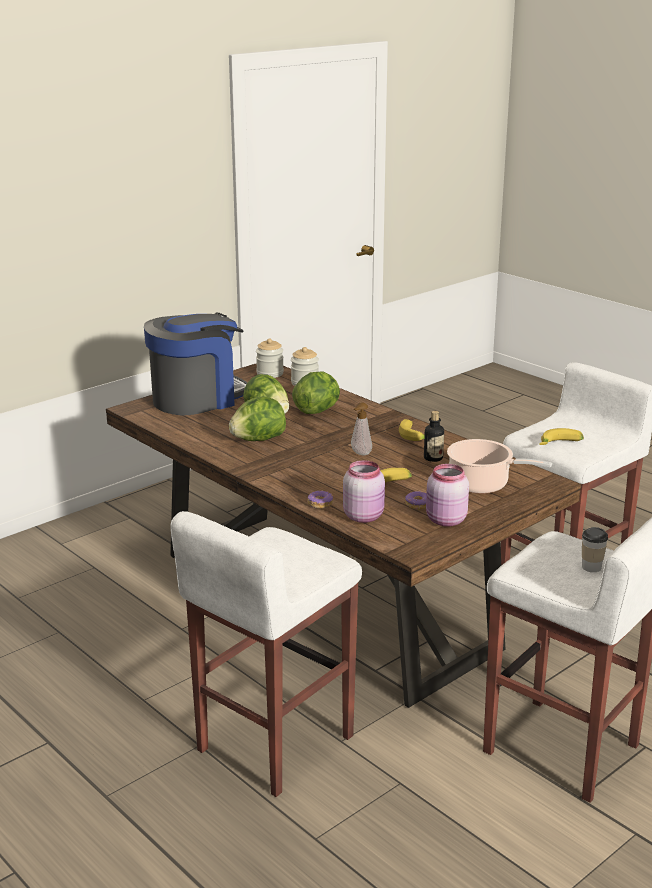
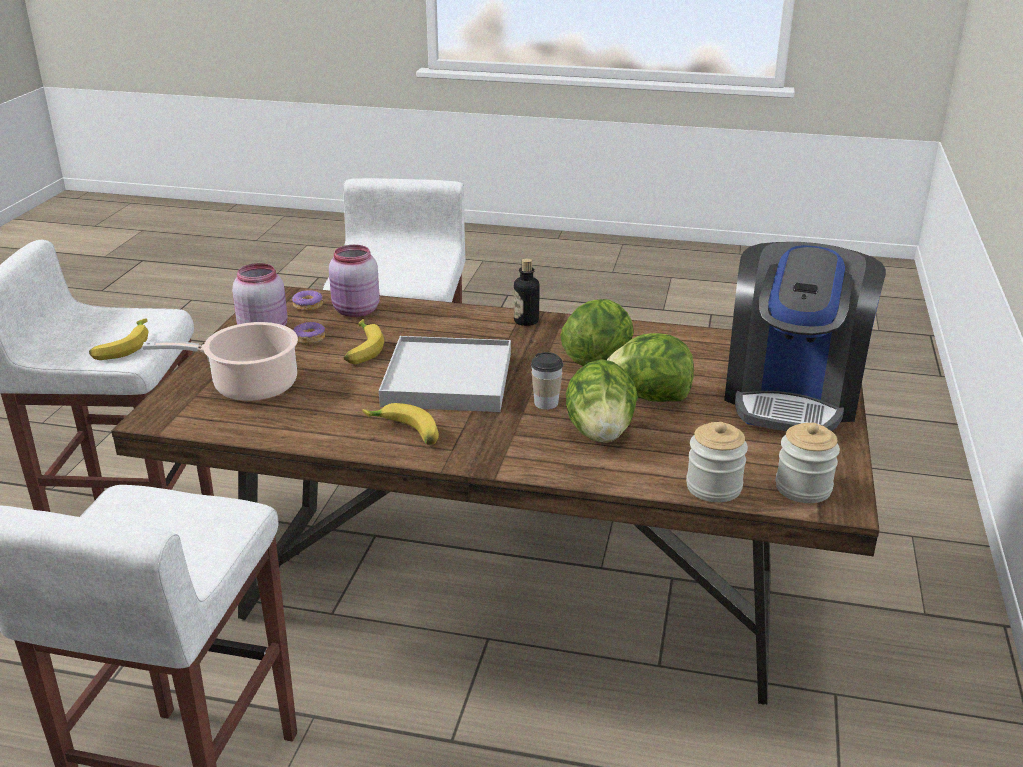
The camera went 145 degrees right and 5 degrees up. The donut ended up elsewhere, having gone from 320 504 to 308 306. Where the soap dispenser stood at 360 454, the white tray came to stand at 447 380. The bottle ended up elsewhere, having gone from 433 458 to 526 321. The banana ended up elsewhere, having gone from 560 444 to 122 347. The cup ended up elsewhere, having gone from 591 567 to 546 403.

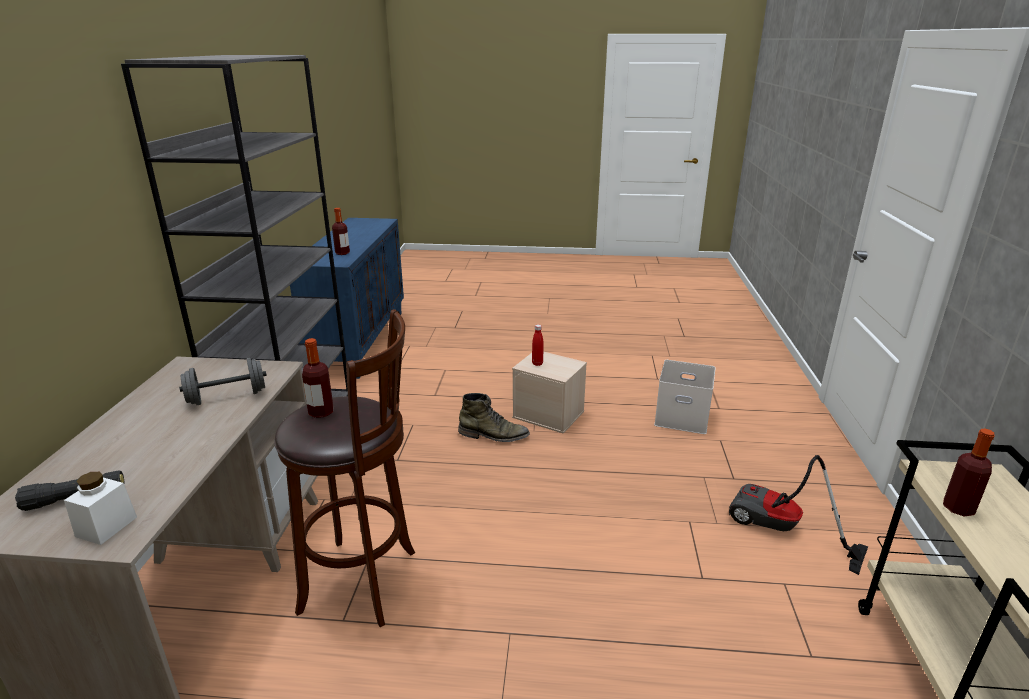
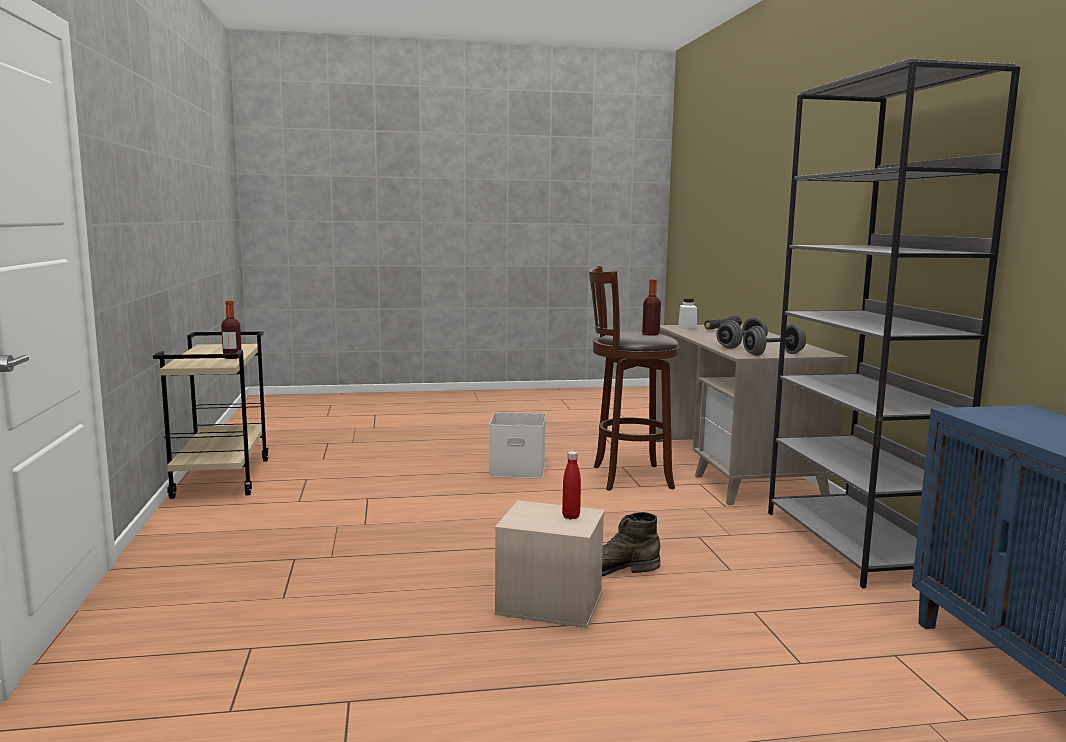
The camera went 165 degrees right and 15 degrees down. The second view lost the bottle at 342 253. The white storage box ended up elsewhere, having gone from 683 417 to 516 470. The second view lost the vacuum cleaner at 780 531. The second view gained the grey dumbbell at 773 354.

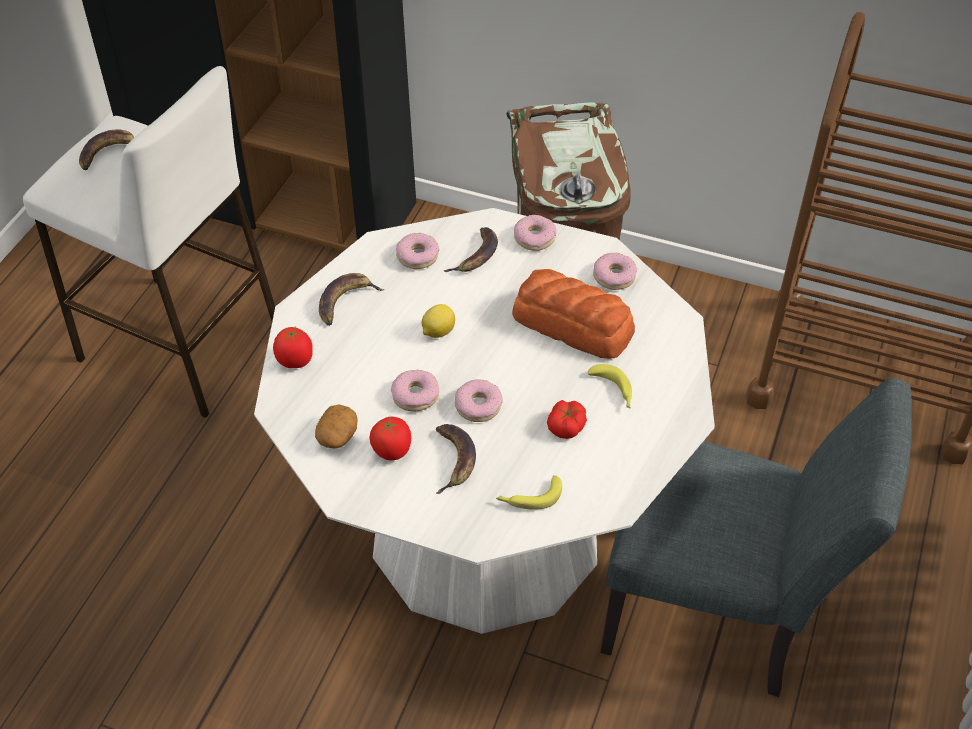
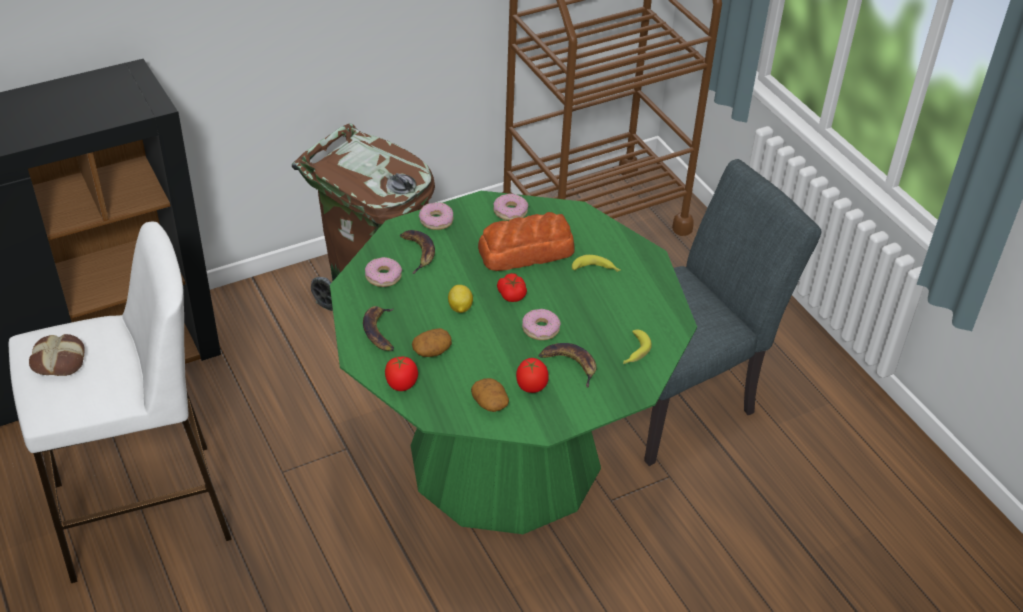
The camera went 50 degrees left and 5 degrees down. Where the banana stood at 109 153, the bread came to stand at 59 360. What was the white dining table at 485 531 turned into the green dining table at 505 457. The second view lost the donut at 415 395. The tomato ended up elsewhere, having gone from 566 426 to 512 294. The second view gained the potato at 432 351.

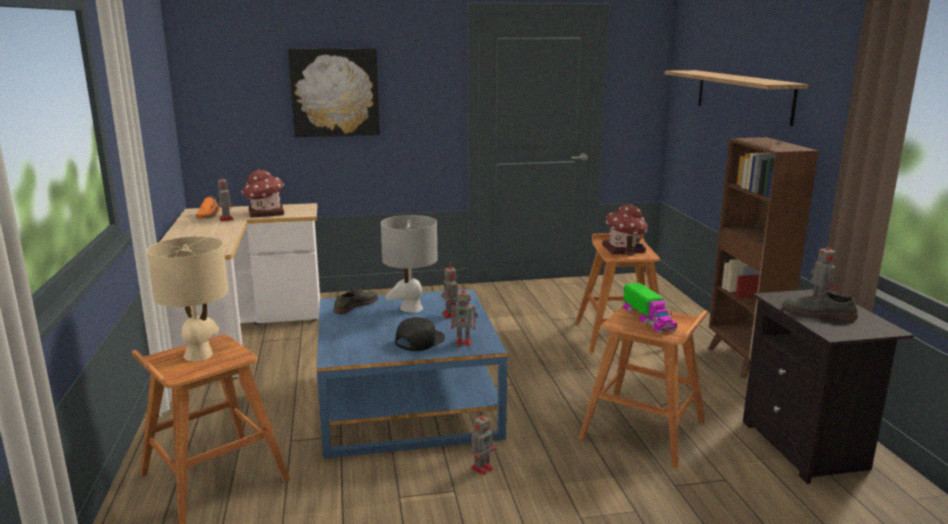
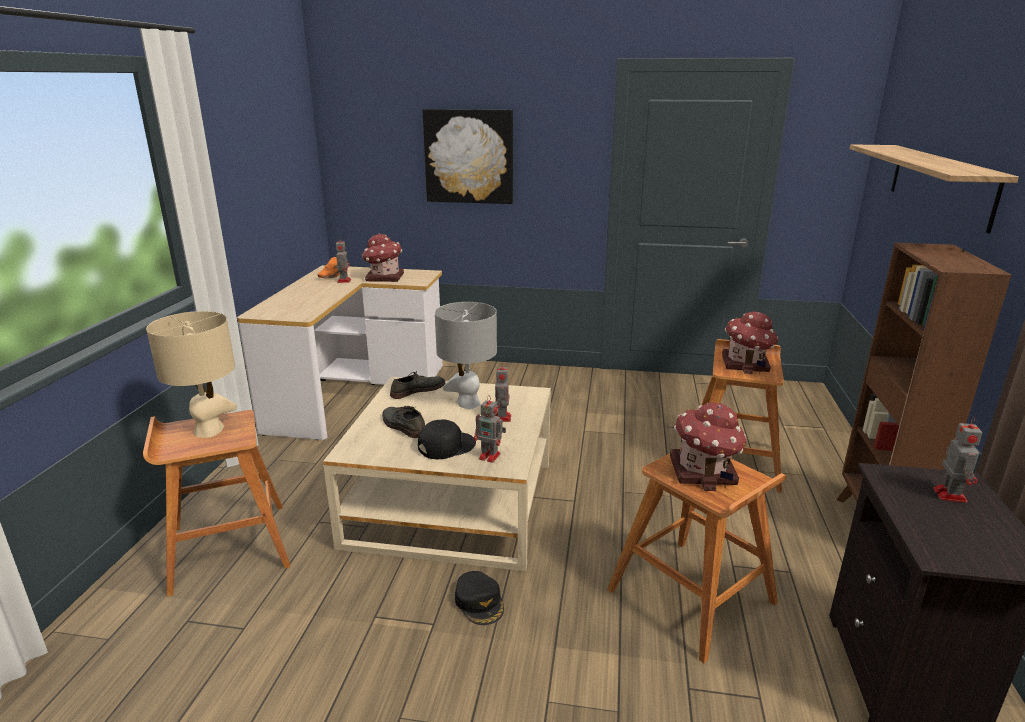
The camera went 20 degrees right and 5 degrees up. What was the blue coffee table at 407 404 turned into the beige coffee table at 452 503. Where the toy robot stood at 482 468, the black cap came to stand at 480 602. Where the toy truck stood at 648 319, the toy house came to stand at 704 471. The grey shoe ended up elsewhere, having gone from 818 313 to 402 425.

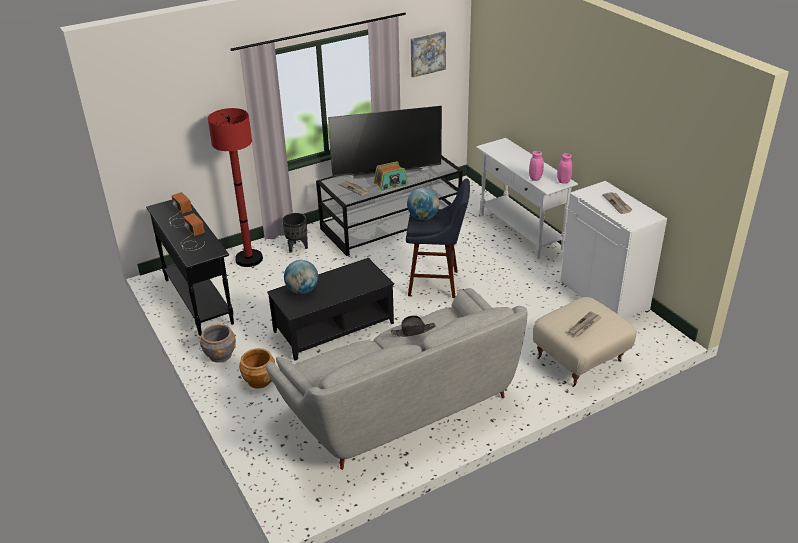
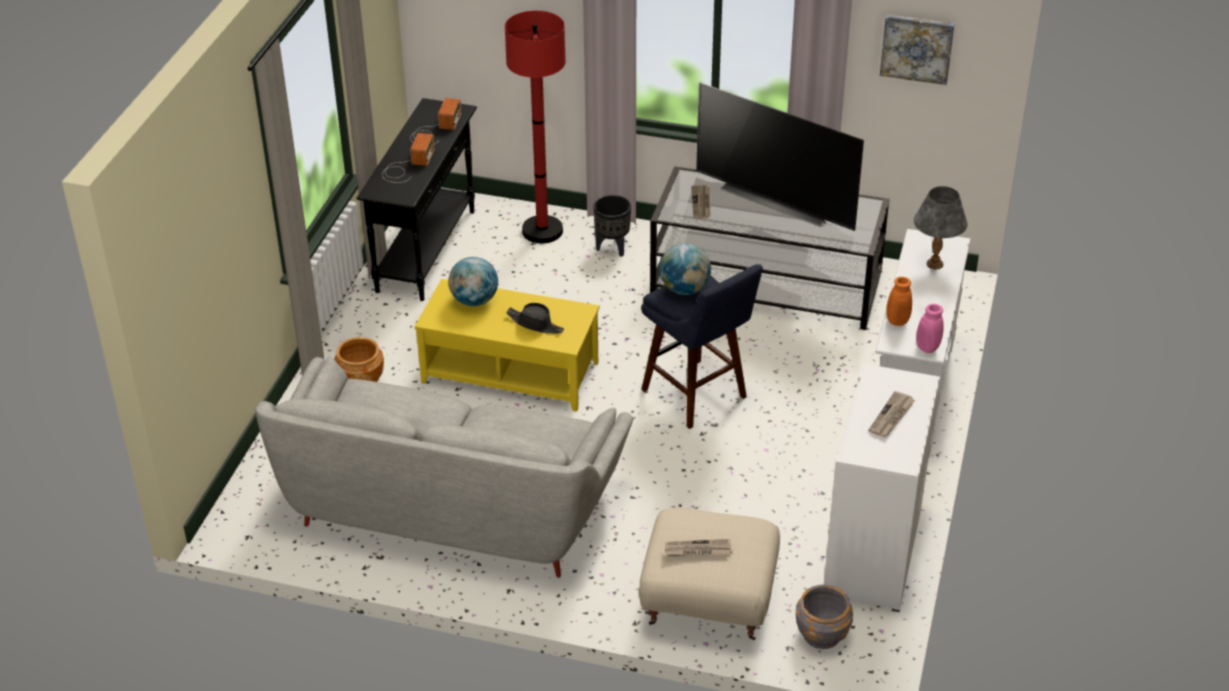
The camera went 45 degrees right and 5 degrees up. The grey planter ended up elsewhere, having gone from 220 355 to 821 634. What was the black coffee table at 334 328 turned into the yellow coffee table at 509 374. The second view lost the radio at 391 184. The black hat ended up elsewhere, having gone from 413 331 to 535 324. What was the pink vase at 535 179 turned into the orange vase at 896 322. The second view gained the grey table lamp at 934 264.

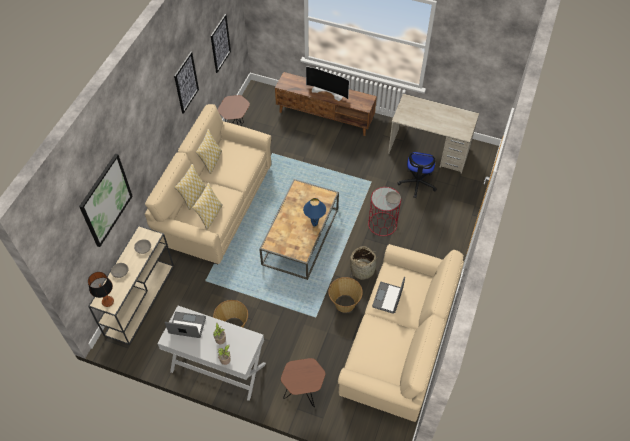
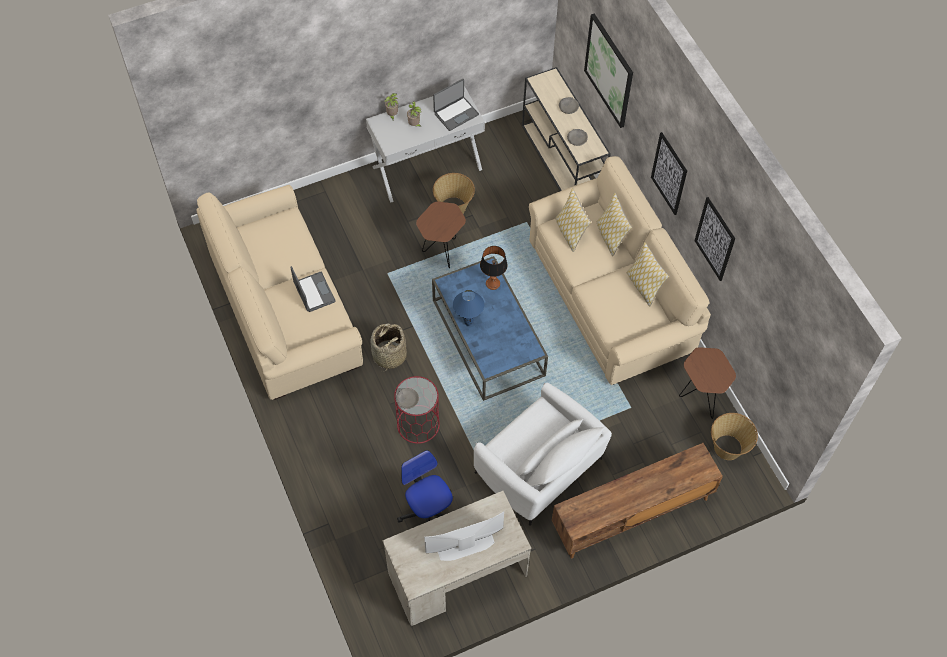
The camera went 135 degrees right and 5 degrees up. The table lamp ended up elsewhere, having gone from 107 301 to 493 283. The picture ended up elsewhere, having gone from 220 43 to 669 173. What was the brown coffee table at 300 236 turned into the blue coffee table at 488 337. The brown side table ended up elsewhere, having gone from 303 395 to 441 253. The television ended up elsewhere, having gone from 328 92 to 465 547. The basket ended up elsewhere, having gone from 344 303 to 728 447. The second view gained the white armchair at 539 468.

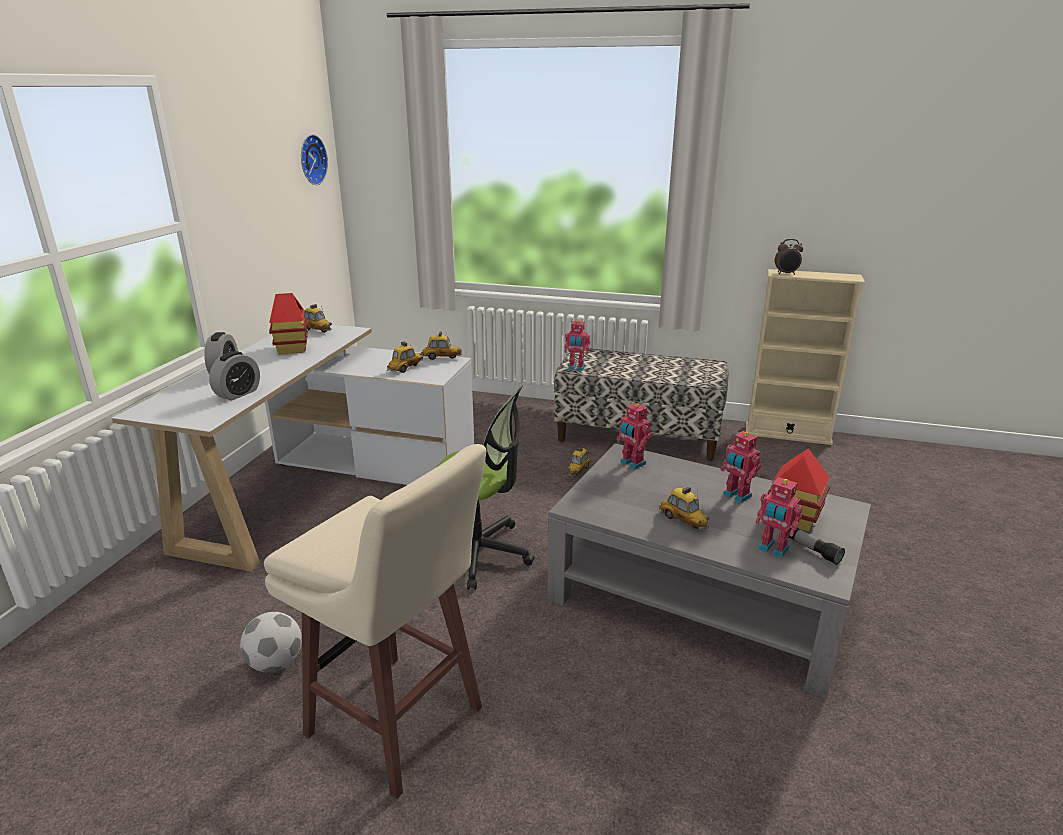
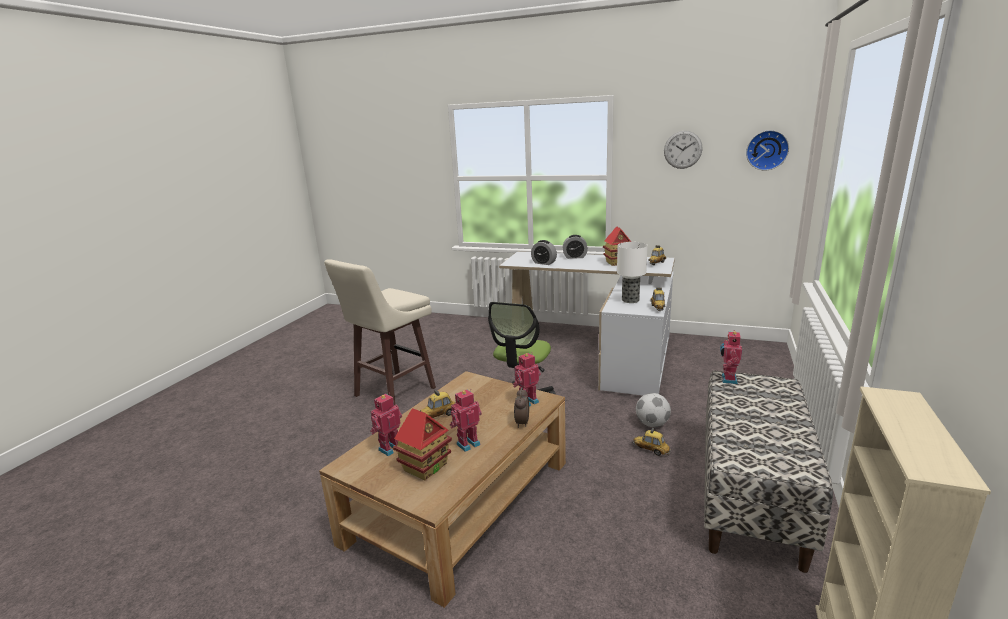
The camera went 95 degrees right and 5 degrees down. The football ended up elsewhere, having gone from 275 663 to 652 424. Where the toy car stood at 406 368, the table lamp came to stand at 630 300. What was the grey coffee table at 701 595 turned into the brown coffee table at 459 501. The alarm clock ended up elsewhere, having gone from 786 274 to 521 423. The second view lost the flashlight at 813 551. The second view gained the wall clock at 682 149.

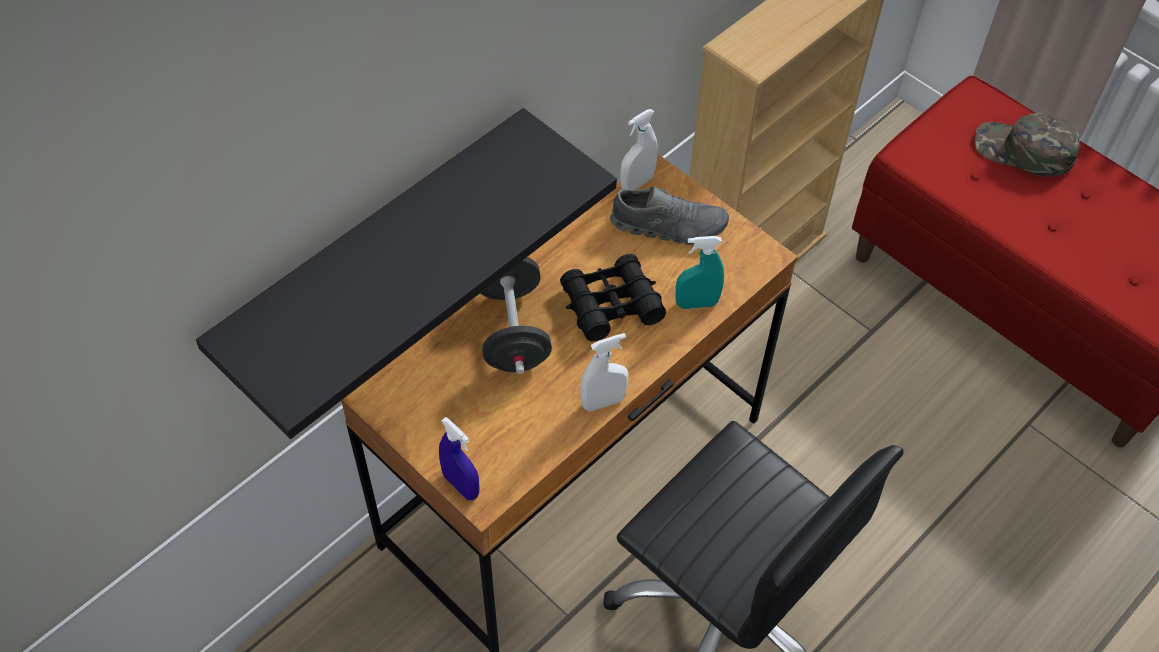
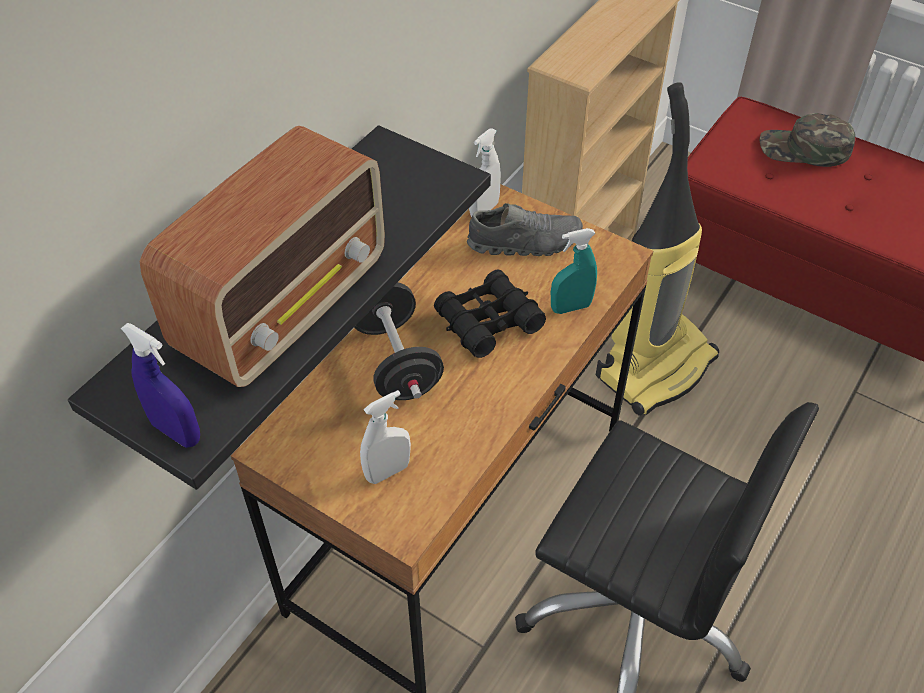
The camera went 10 degrees left and 5 degrees down. The blue spray bottle ended up elsewhere, having gone from 461 485 to 176 432. The white spray bottle ended up elsewhere, having gone from 603 402 to 387 471. The second view gained the radio at 286 305. The second view gained the vacuum cleaner at 655 365.

